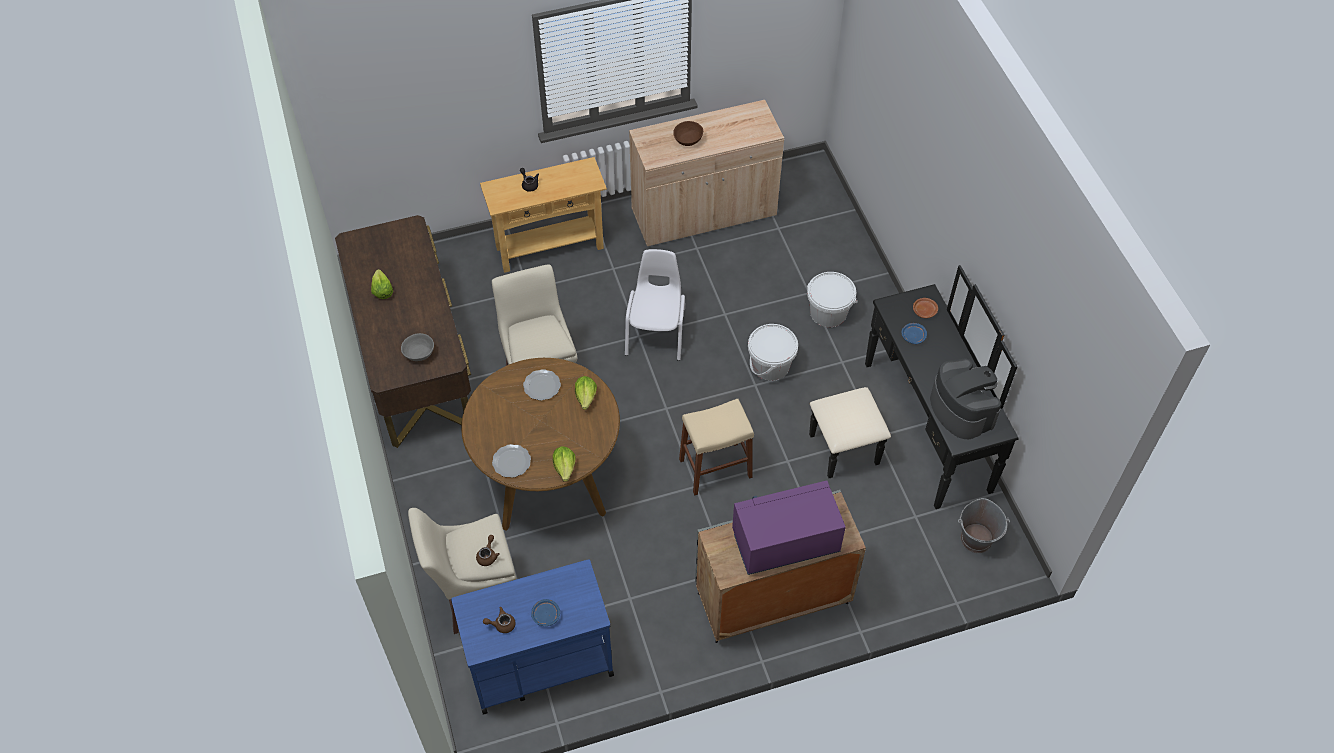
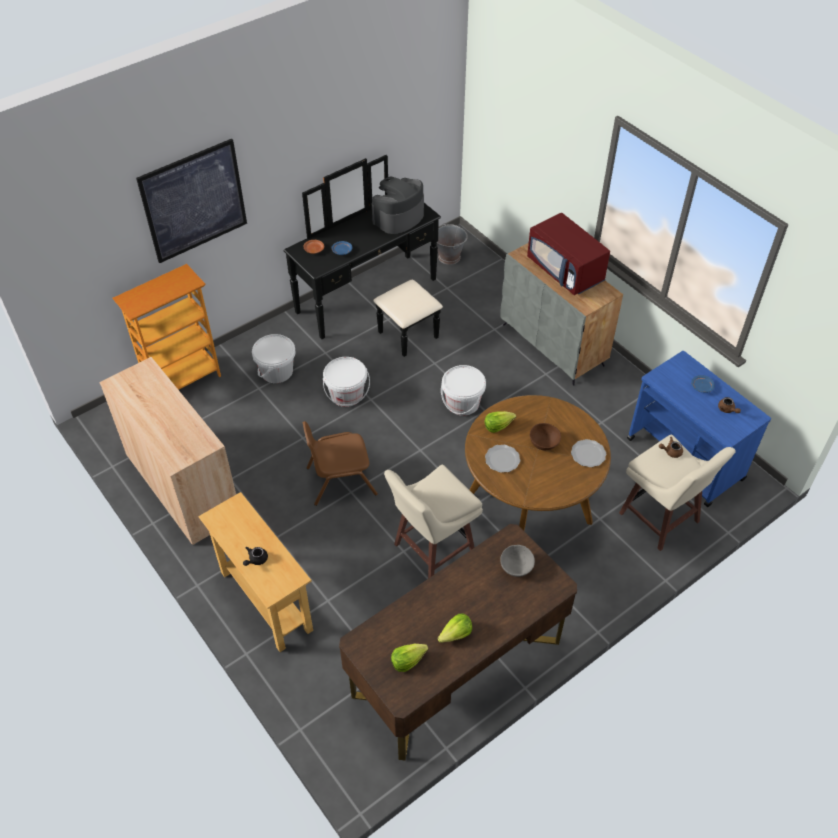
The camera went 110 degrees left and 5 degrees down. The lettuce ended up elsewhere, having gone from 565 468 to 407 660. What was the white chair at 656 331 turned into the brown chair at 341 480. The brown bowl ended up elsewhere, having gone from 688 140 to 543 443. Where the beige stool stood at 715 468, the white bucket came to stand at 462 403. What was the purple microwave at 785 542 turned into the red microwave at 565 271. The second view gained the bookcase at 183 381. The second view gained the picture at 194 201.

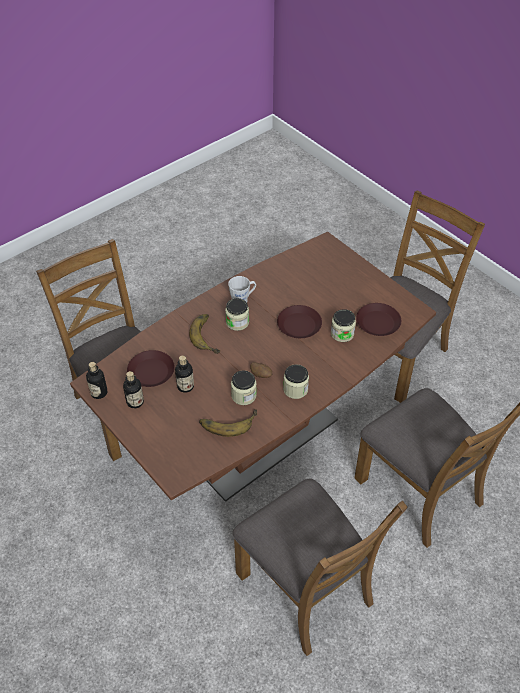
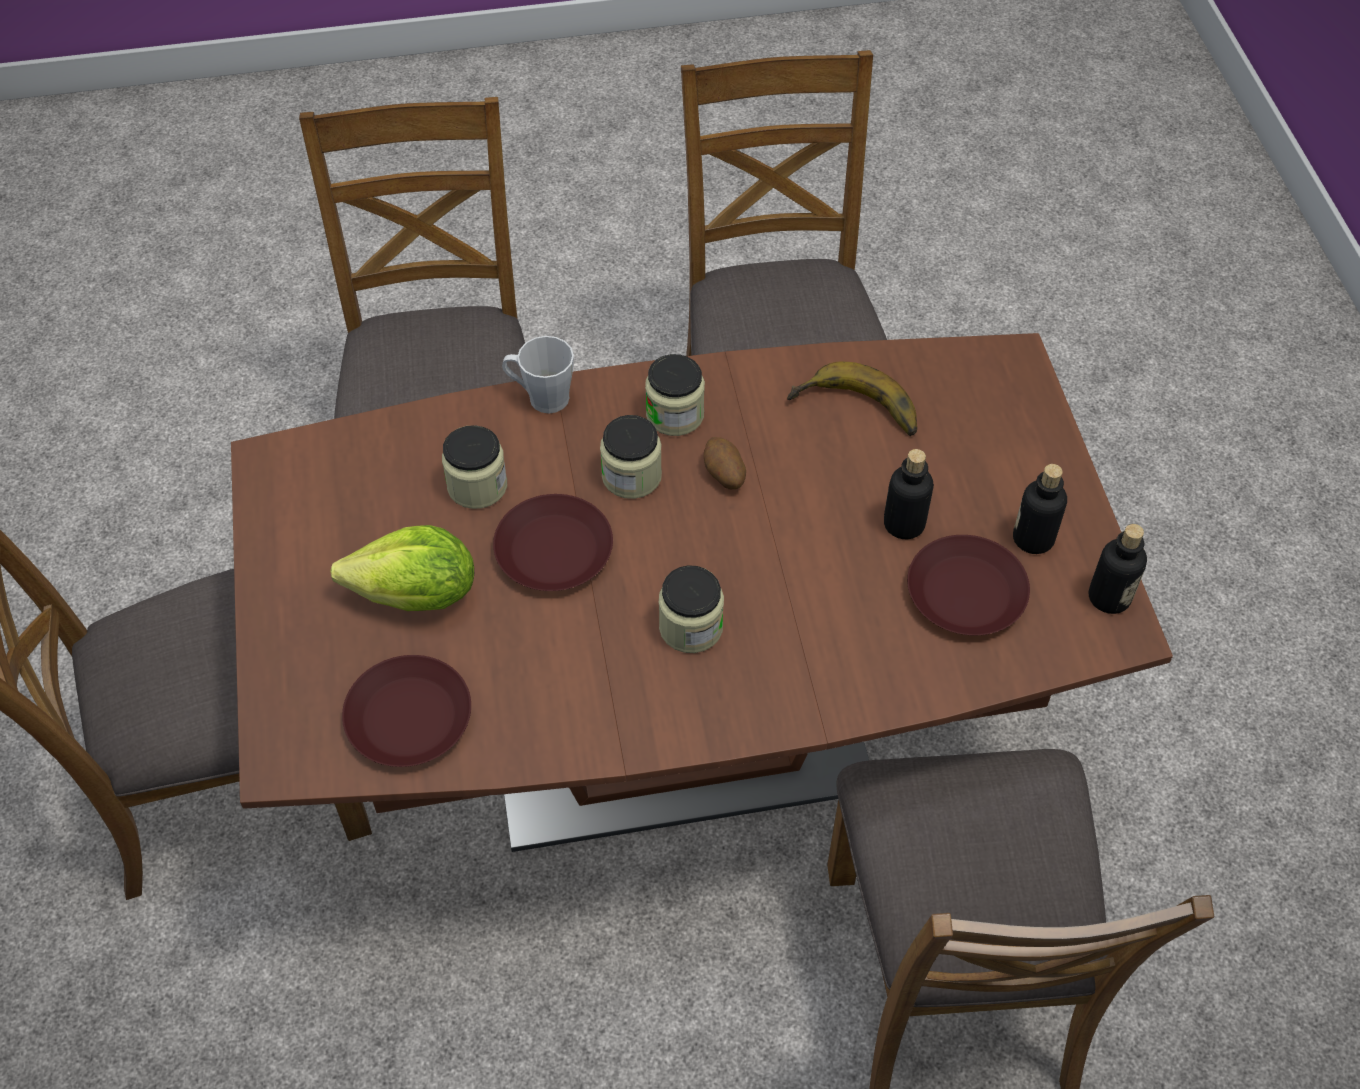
The camera went 150 degrees left and 5 degrees up. The second view lost the banana at 209 335. The grey mug ended up elsewhere, having gone from 242 300 to 541 397. The jar ended up elsewhere, having gone from 243 395 to 631 476. The brown plate ended up elsewhere, having gone from 378 323 to 407 717. The second view gained the lettuce at 417 596.

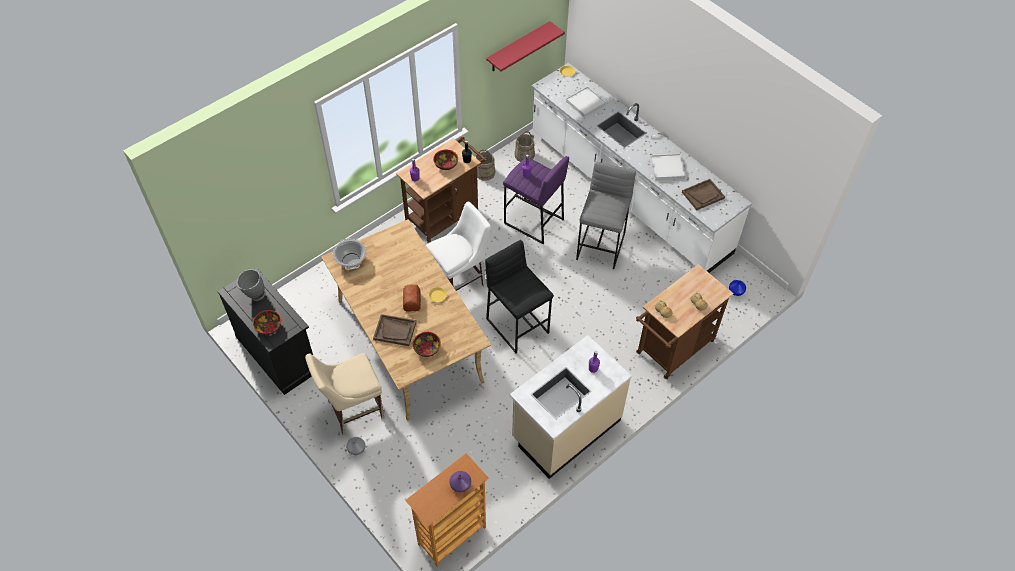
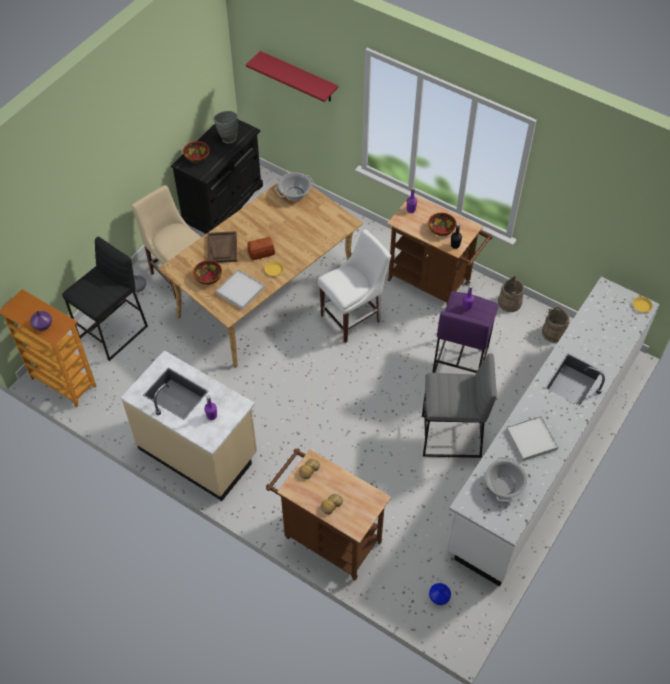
The camera went 75 degrees right and 0 degrees up. The white chair at 460 281 ended up facing another way, 75 degrees counterclockwise from before. The black stool ended up elsewhere, having gone from 518 325 to 113 332. The red shelf ended up elsewhere, having gone from 518 47 to 299 77. The white tray ended up elsewhere, having gone from 585 103 to 240 291. Where the brown tray stood at 703 195, the cooking pot came to stand at 504 486.

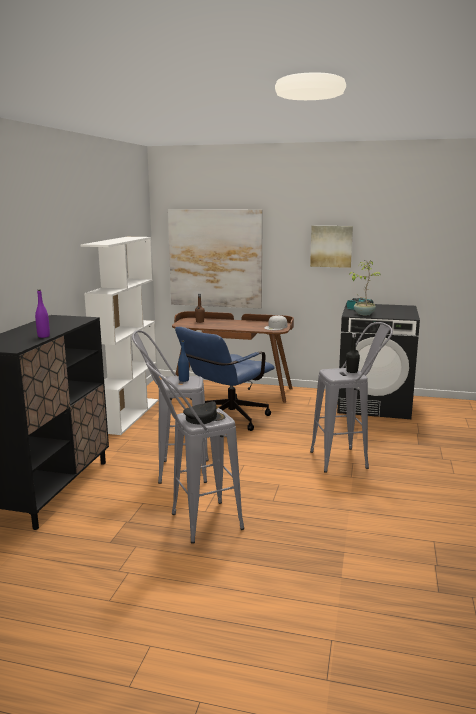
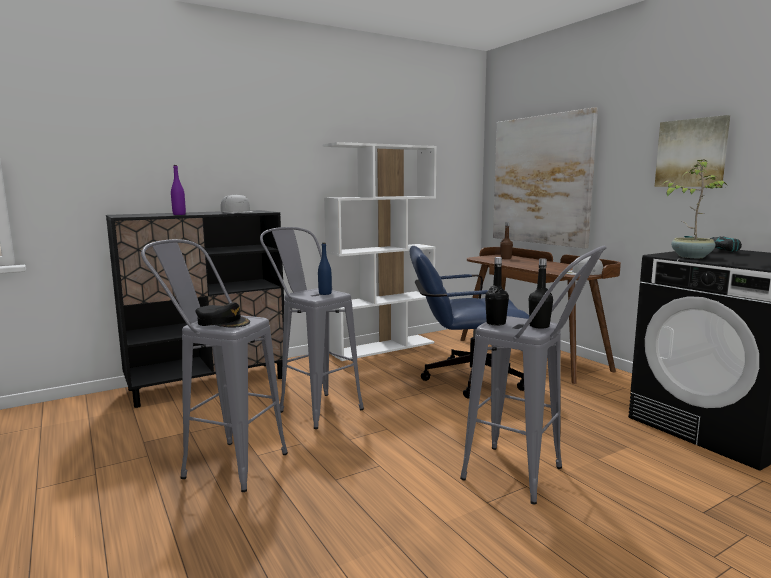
The camera went 45 degrees right and 5 degrees down. The second view gained the white cap at 237 212. The second view gained the black bottle at 496 323.

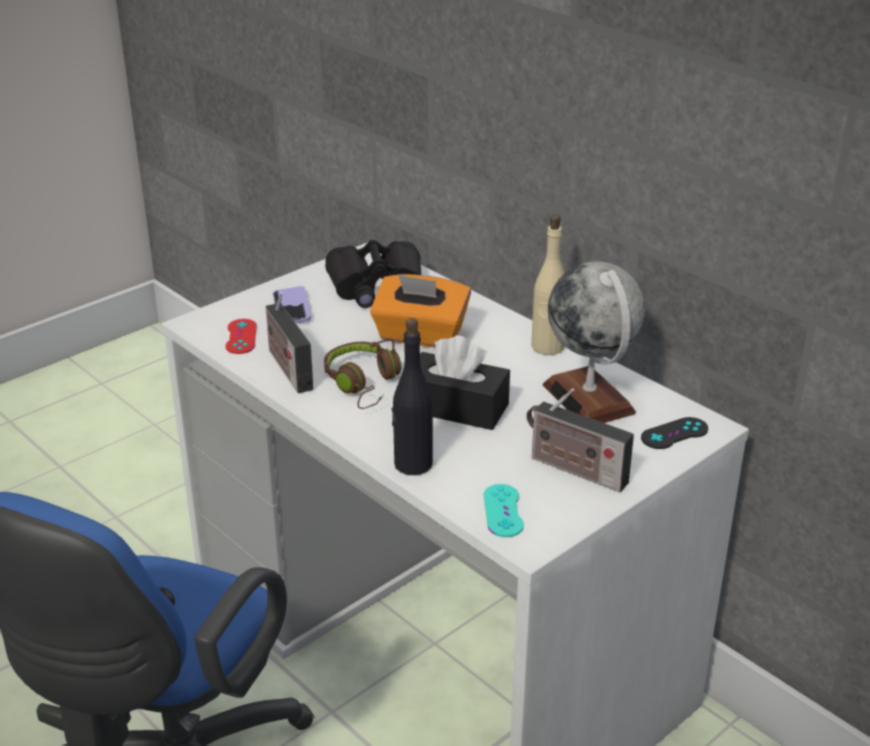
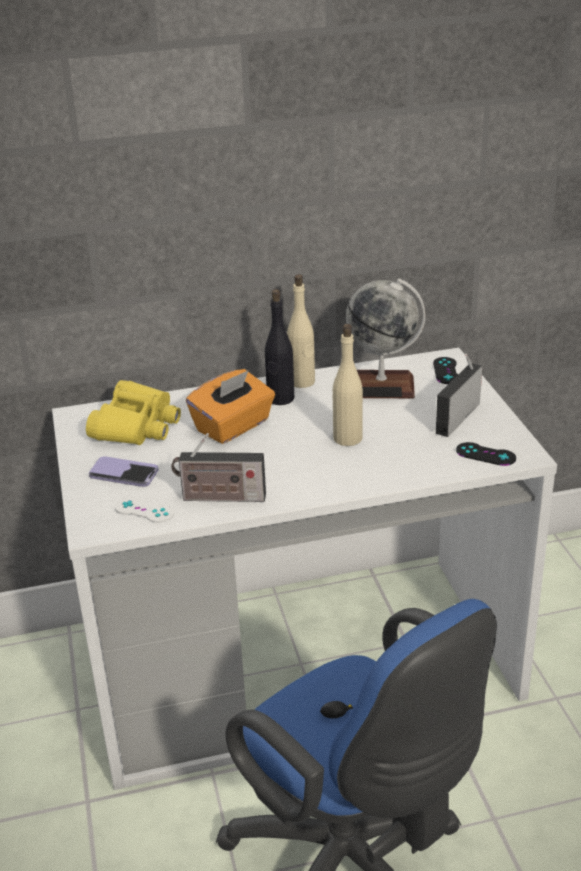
The camera went 60 degrees left and 0 degrees up. What was the red game controller at 241 337 turned into the white game controller at 144 510. The second view lost the brown headphones at 364 384. What was the black binoculars at 376 287 turned into the yellow binoculars at 137 426. The black bottle ended up elsewhere, having gone from 412 464 to 280 399. Where the black tissue box stood at 456 407, the beige bottle came to stand at 347 438. What was the turquoise game controller at 503 511 turned into the black game controller at 485 454. The radio at 573 469 ended up facing another way, 150 degrees clockwise from before.

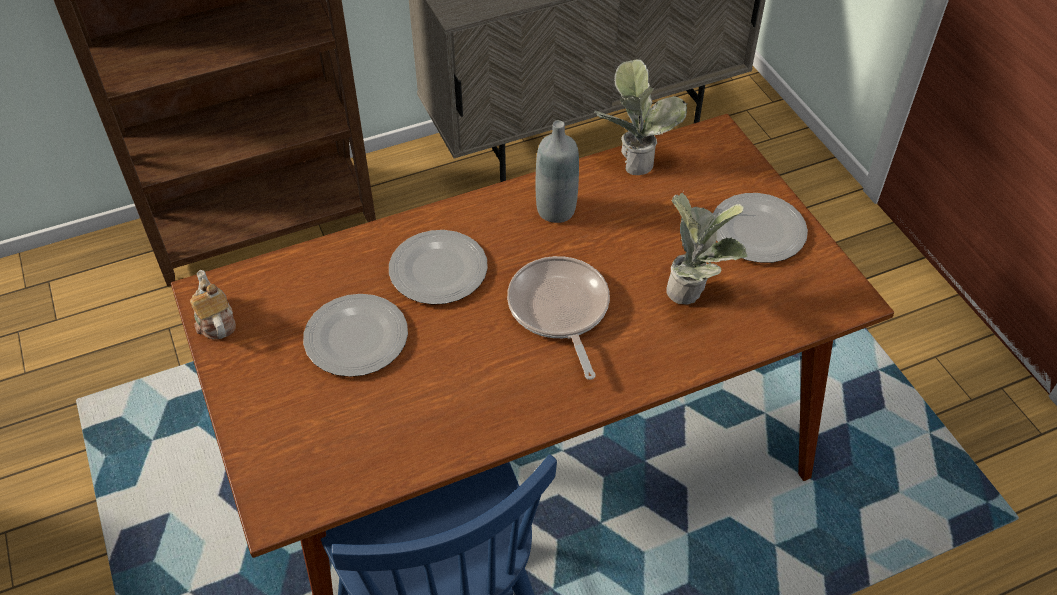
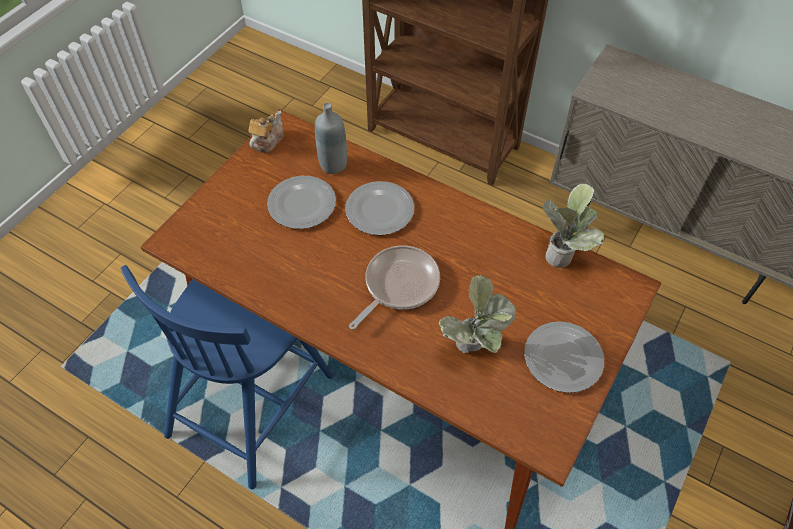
The camera went 55 degrees right and 5 degrees up. The grey bottle ended up elsewhere, having gone from 556 210 to 333 164.

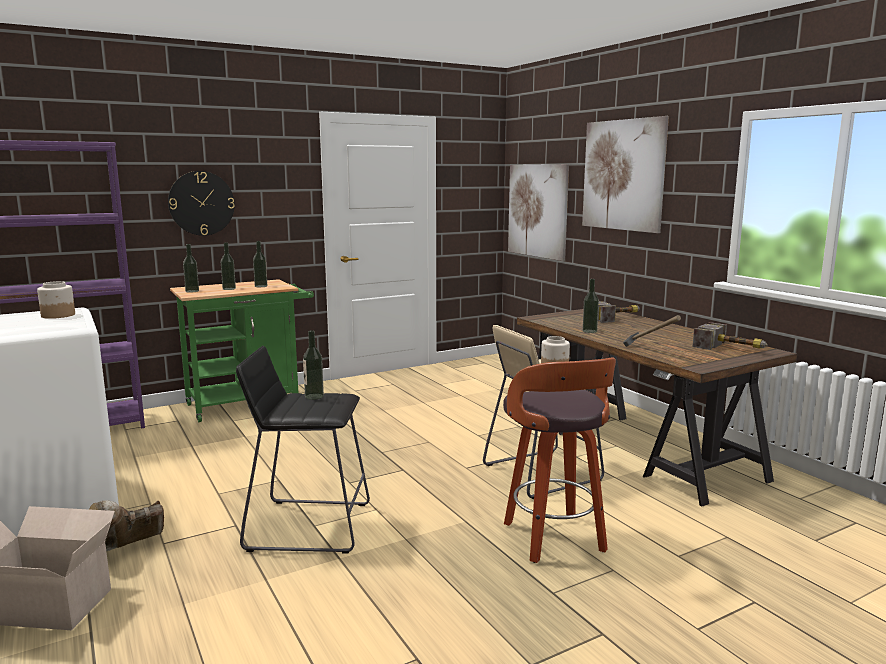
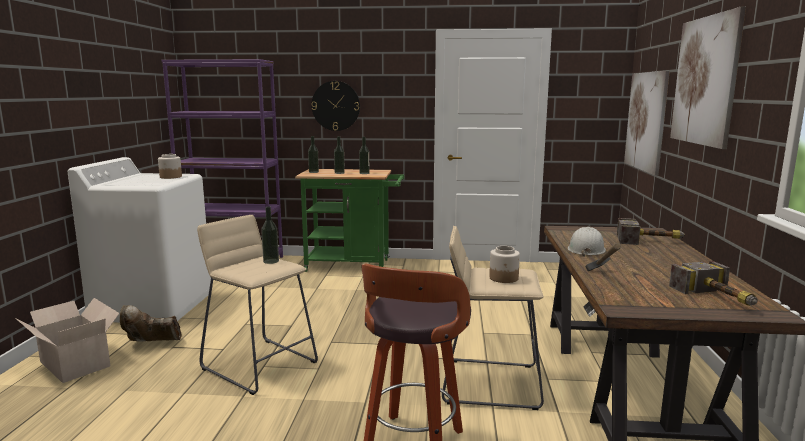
The camera went 35 degrees right and 0 degrees up. What was the black stool at 308 526 turned into the beige stool at 260 365. Where the bottle stood at 589 331, the white hard hat came to stand at 586 249.

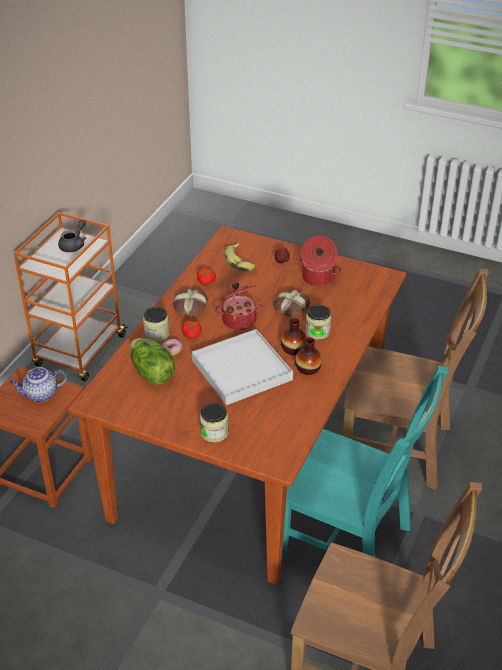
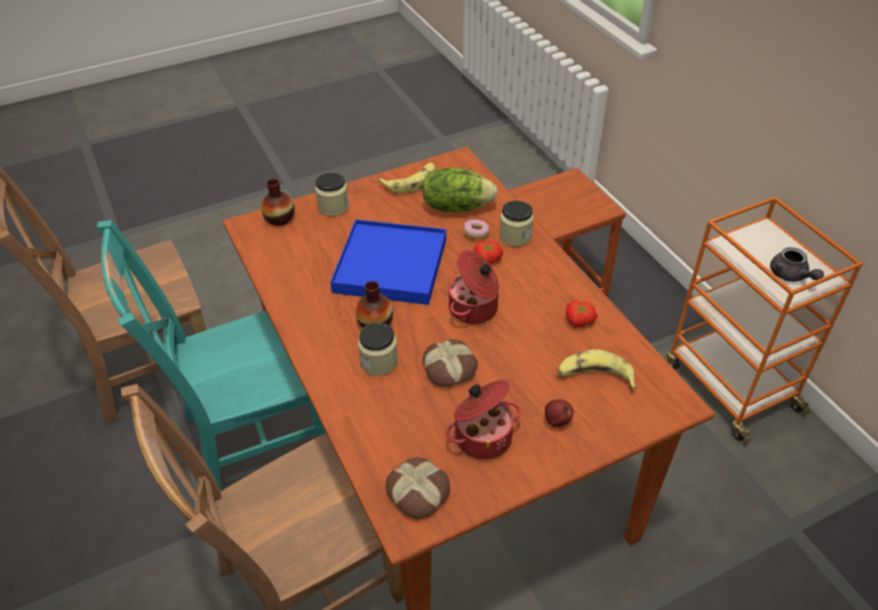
The camera went 130 degrees right and 5 degrees up. The second view lost the teapot at 40 394. The bread ended up elsewhere, having gone from 190 306 to 419 491. What was the white tray at 242 370 turned into the blue tray at 390 266. The vase ended up elsewhere, having gone from 308 368 to 280 218. The second view gained the banana at 411 182.

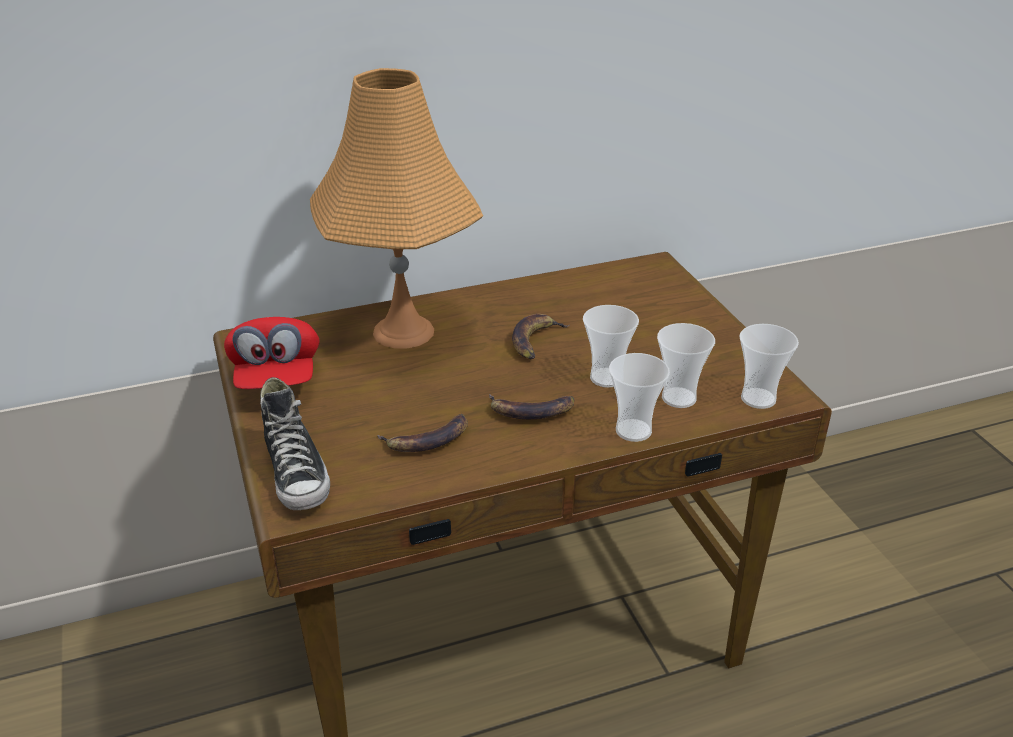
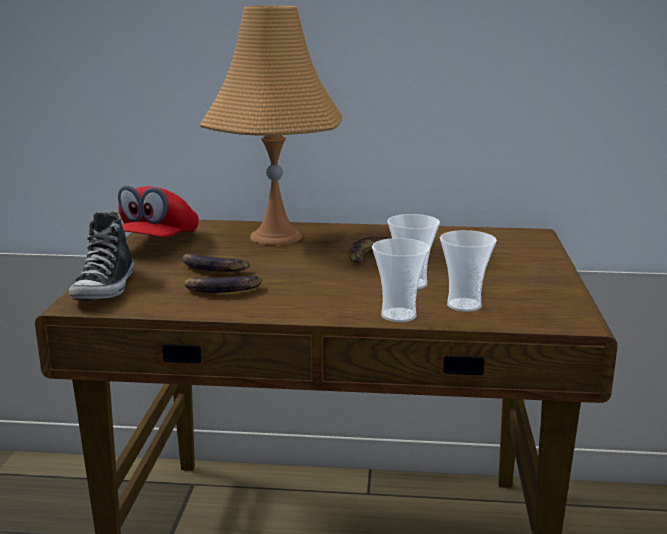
The camera went 25 degrees right and 15 degrees down. The banana ended up elsewhere, having gone from 531 410 to 213 268. The second view lost the cup at 758 398.

